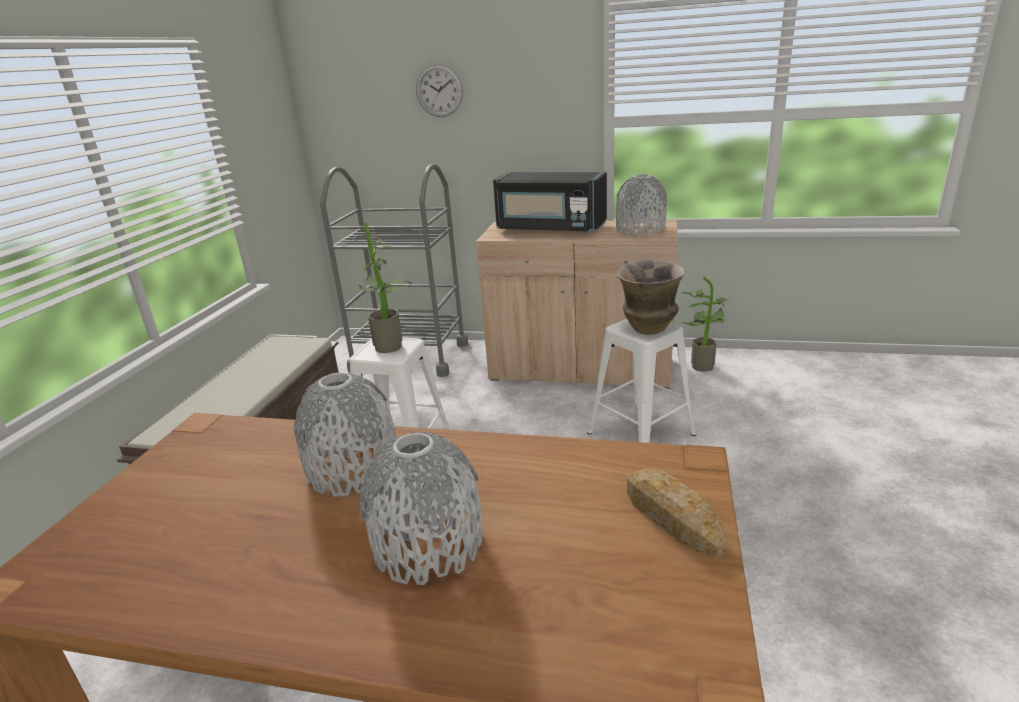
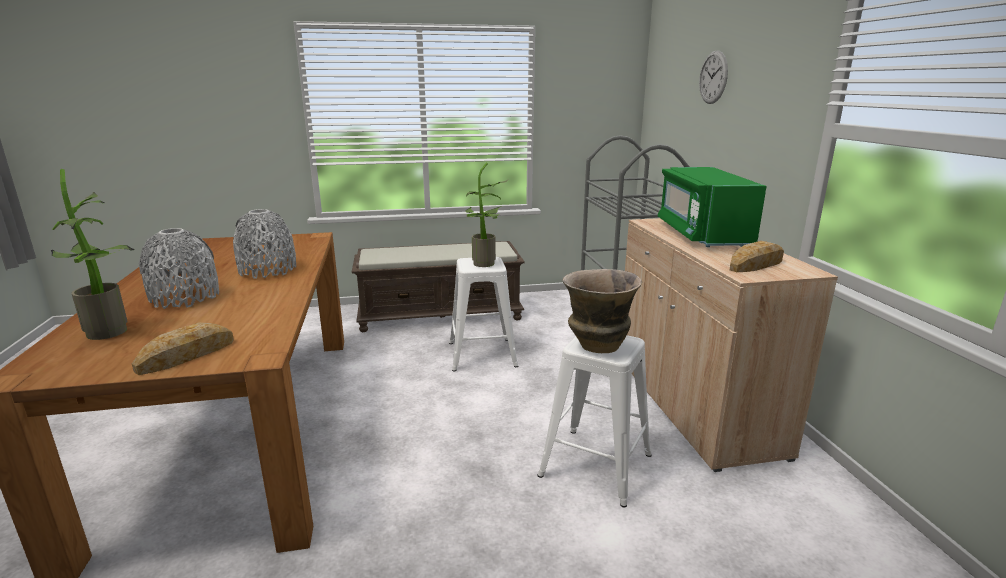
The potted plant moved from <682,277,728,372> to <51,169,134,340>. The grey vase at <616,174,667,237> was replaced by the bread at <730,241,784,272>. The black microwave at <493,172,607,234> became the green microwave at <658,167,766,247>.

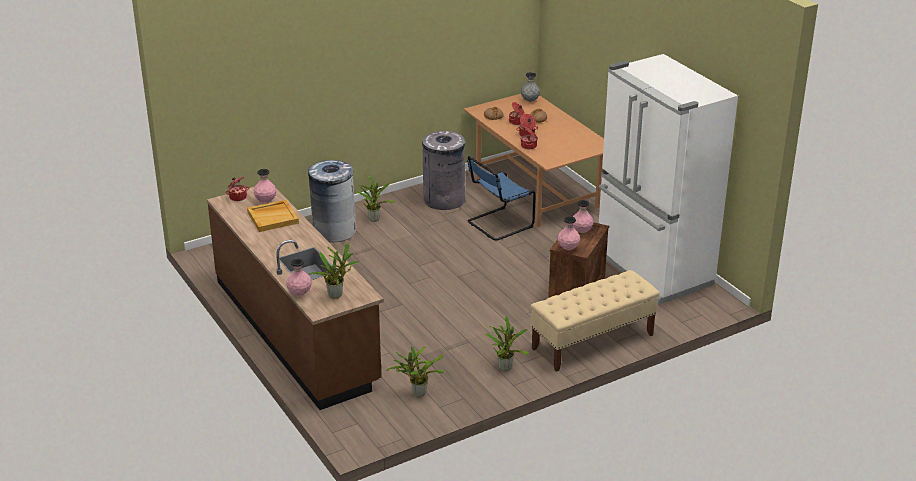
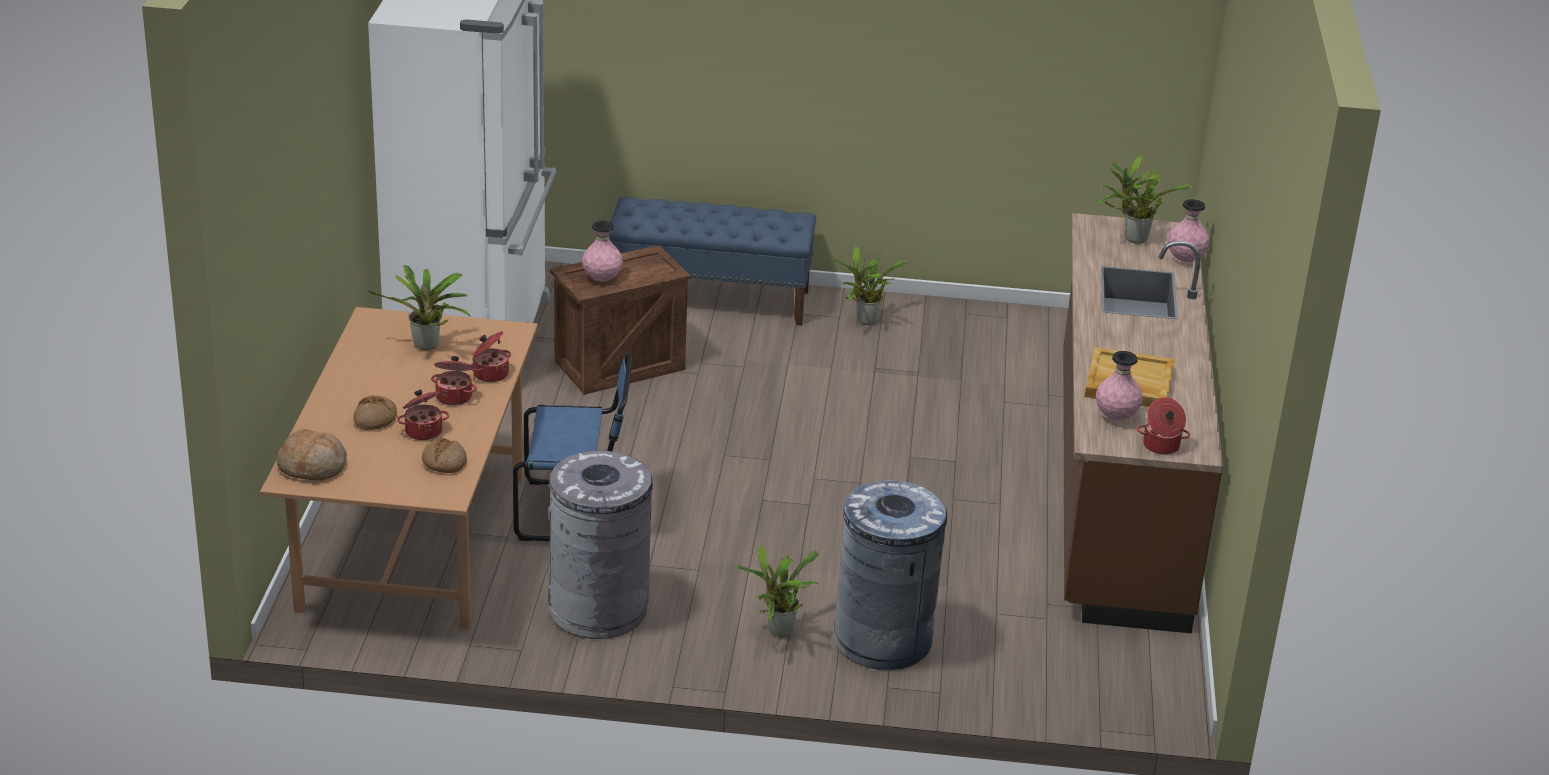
The pink vase at <558,216,580,250> disappeared. The potted plant moved from <386,346,445,397> to <368,265,471,350>. The grey vase at <521,72,540,102> was replaced by the bread at <277,429,347,481>. The beige bench at <531,270,660,372> became the blue bench at <609,197,816,326>.

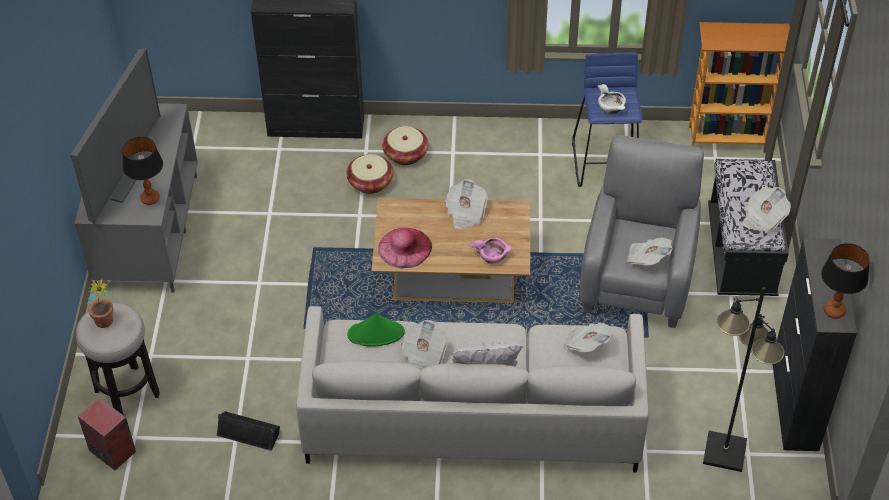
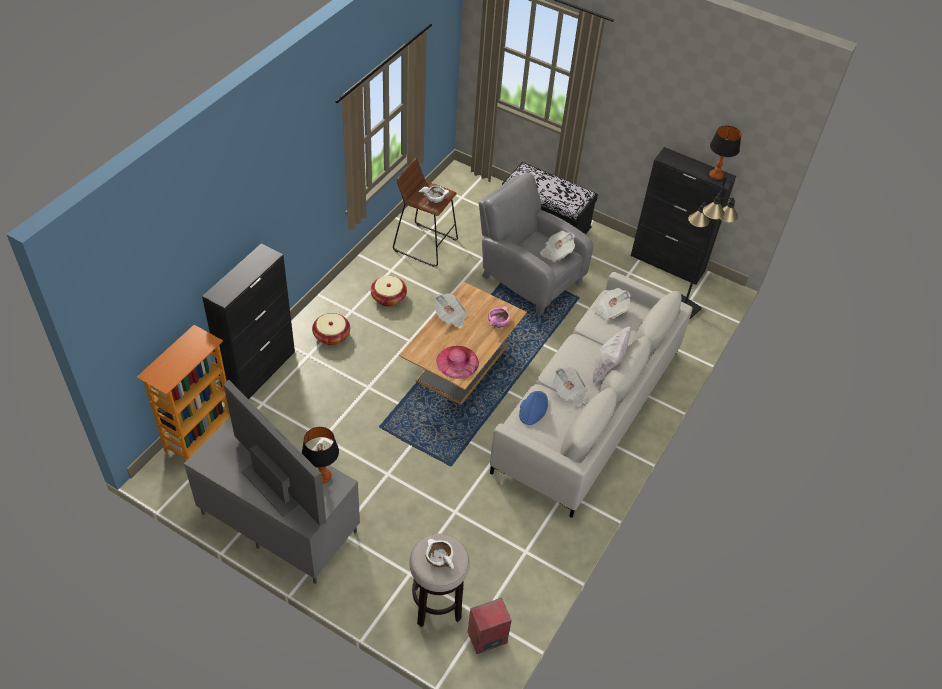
The black speaker at <217,411,280,451> disappeared. The newspaper at <743,186,791,233> disappeared. The basket moved from <346,154,393,194> to <371,276,407,307>. The bookcase moved from <689,22,790,153> to <137,325,230,461>. The potted plant at <87,279,113,328> was replaced by the white bowl at <425,539,454,569>. The green hat at <347,313,405,347> became the blue hat at <519,391,548,425>. The blue stool at <572,52,643,187> became the brown stool at <393,158,458,267>.

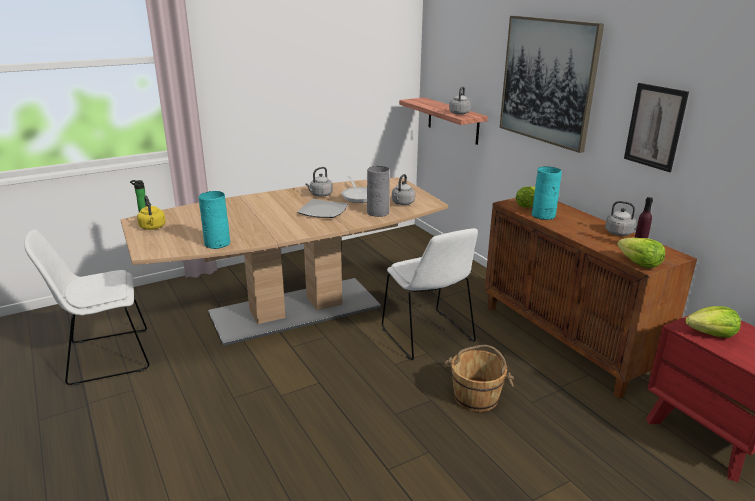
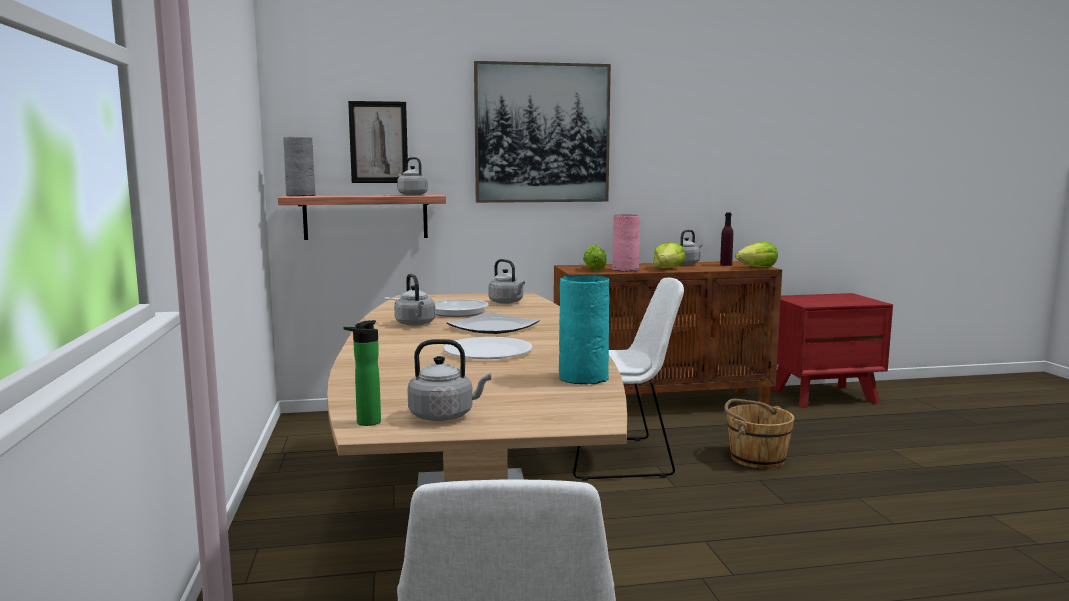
The white plate at <444,337,533,359> appeared. The grey vase moved from <367,166,389,217> to <283,137,316,196>. The picture moved from <624,83,689,172> to <348,101,408,183>. The lettuce moved from <685,306,741,338> to <653,242,685,268>. The yellow kettle at <137,196,166,230> became the grey kettle at <407,339,491,421>. The turquoise vase at <532,167,562,220> became the pink vase at <612,214,640,272>.

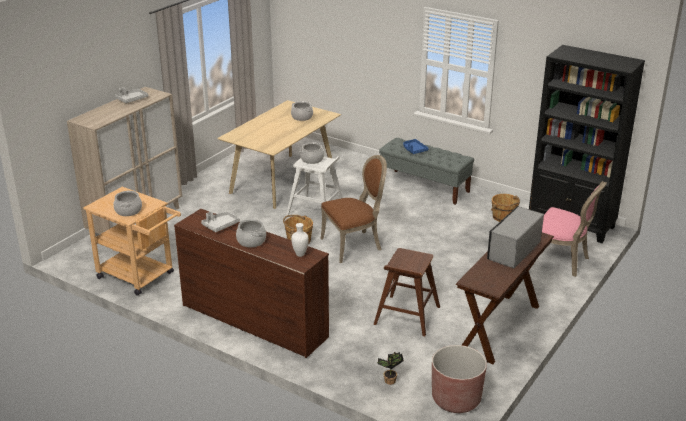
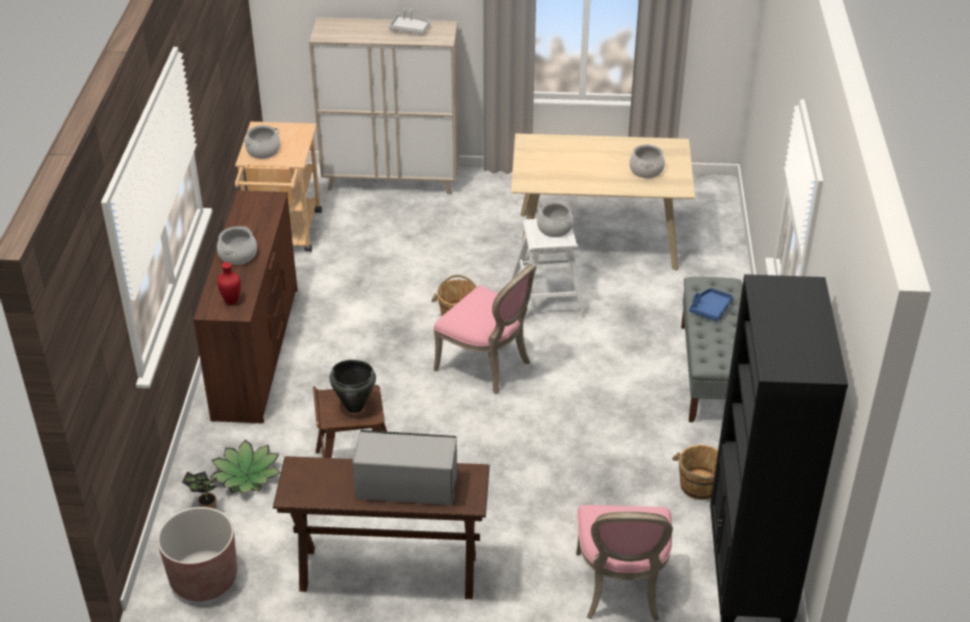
The grey tray at <201,211,240,232> disappeared. The potted plant at <210,440,281,494> appeared. The black cooking pot at <330,360,376,413> appeared. The white vase at <291,223,309,257> became the red vase at <217,262,241,305>. The brown chair at <320,155,387,263> became the pink chair at <433,264,537,394>.

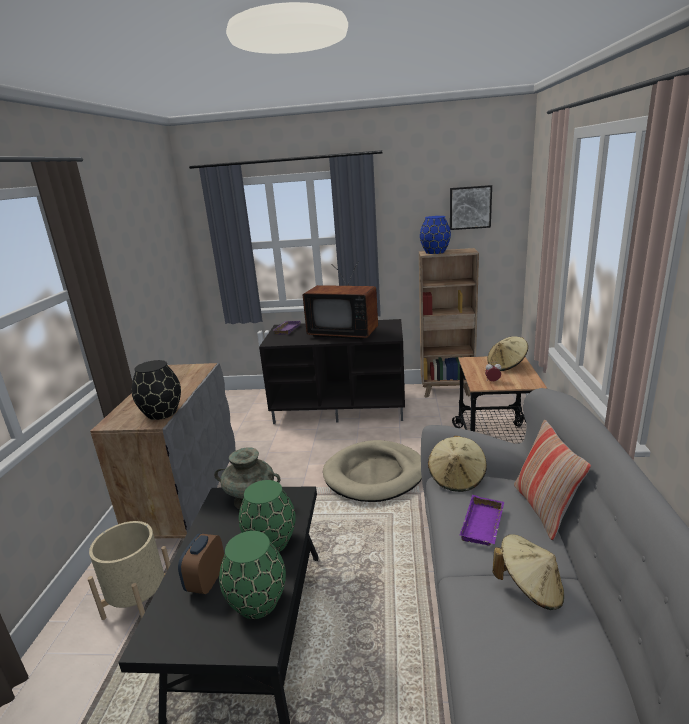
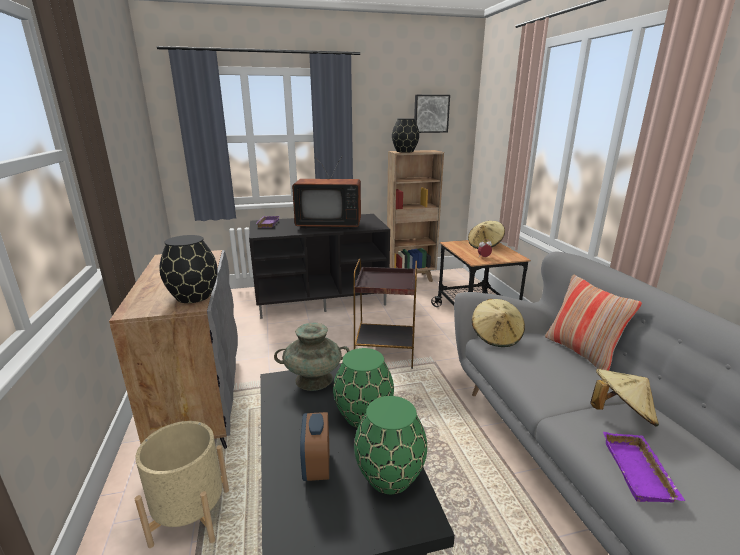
The purple tray moved from <459,495,504,546> to <603,432,685,502>. The beige dog bed at <323,440,422,502> was replaced by the brown side table at <353,258,417,369>. The blue vase at <420,216,451,254> became the black vase at <392,118,419,152>.

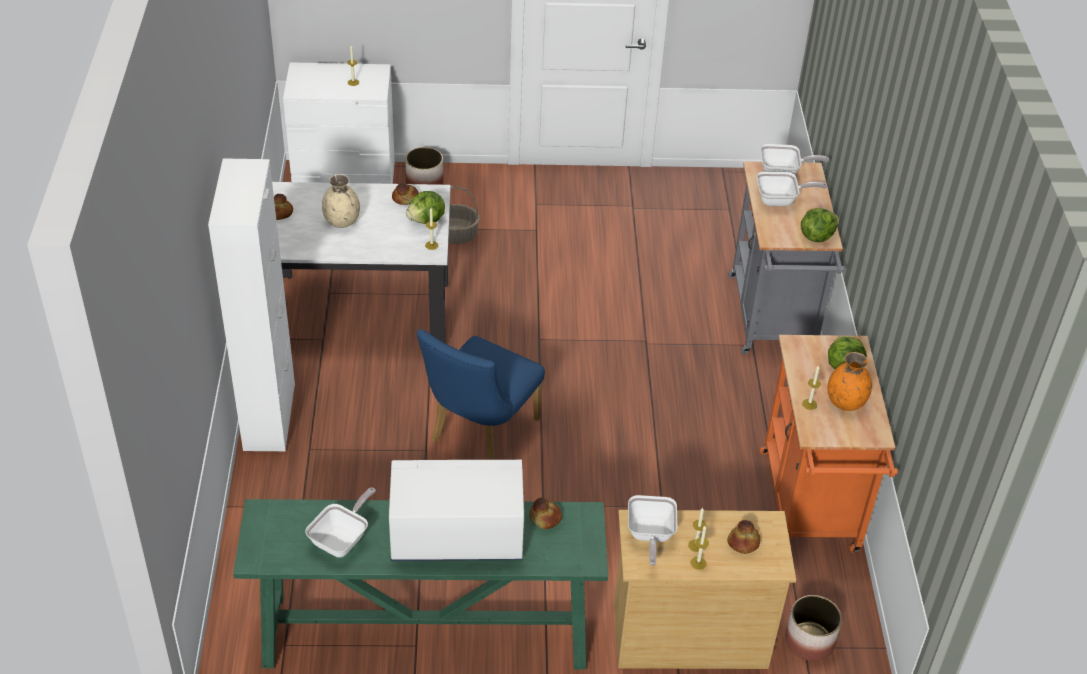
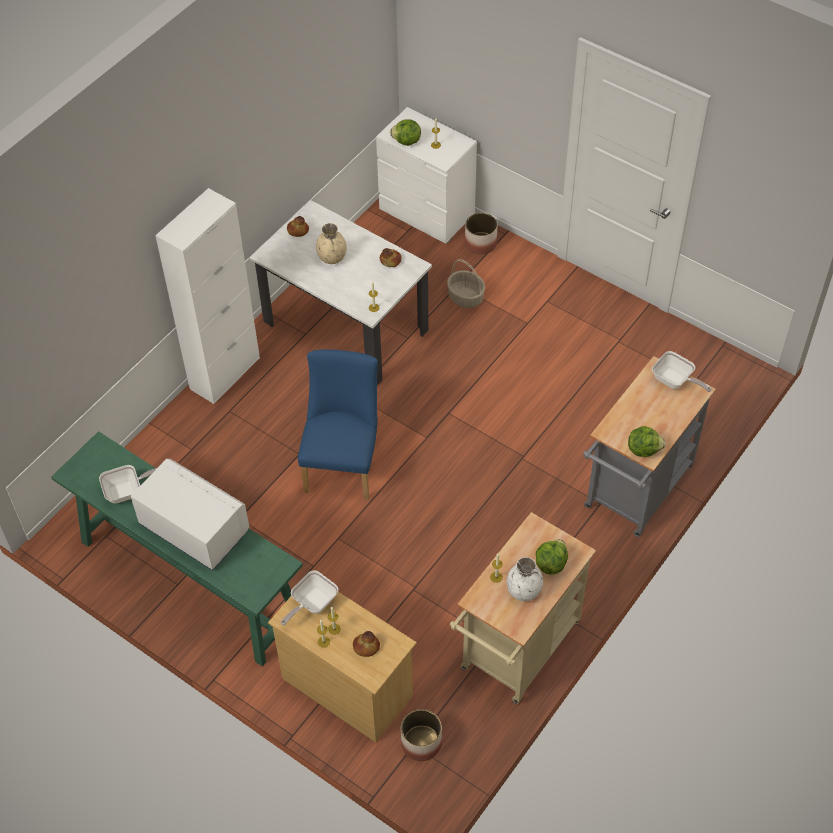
The bread at <530,498,562,529> disappeared. The frying pan at <757,172,827,206> disappeared. The lettuce moved from <406,191,445,224> to <390,120,421,146>. The orange cart at <759,335,898,553> became the beige cart at <450,512,596,704>. The orange vase at <827,352,872,411> became the white vase at <506,557,543,601>. The blue chair at <417,329,545,460> turned 120 degrees clockwise.

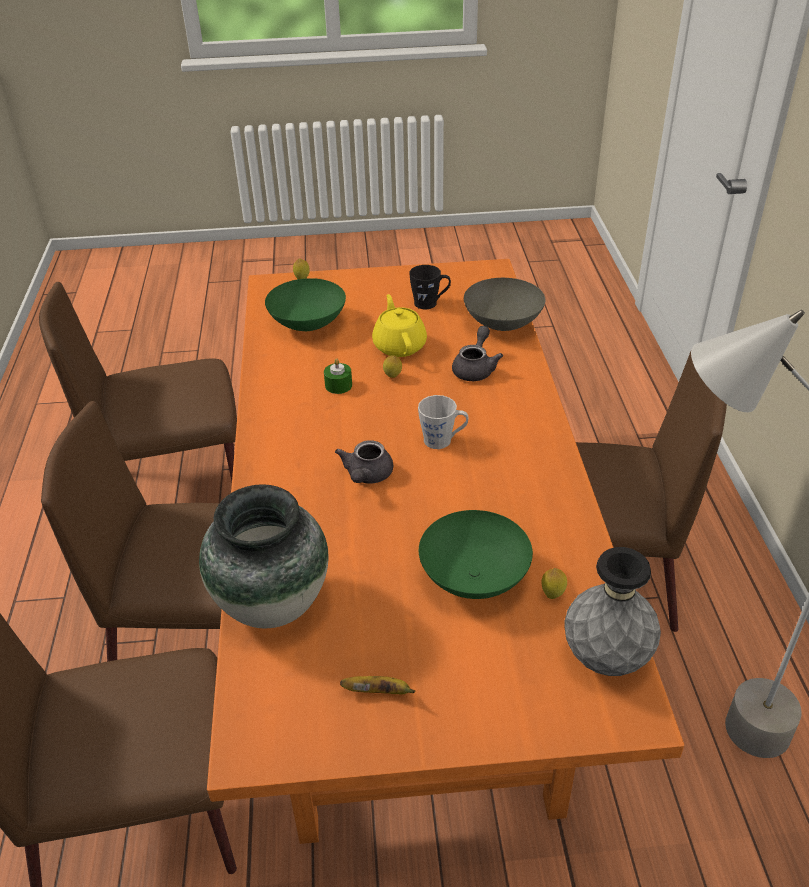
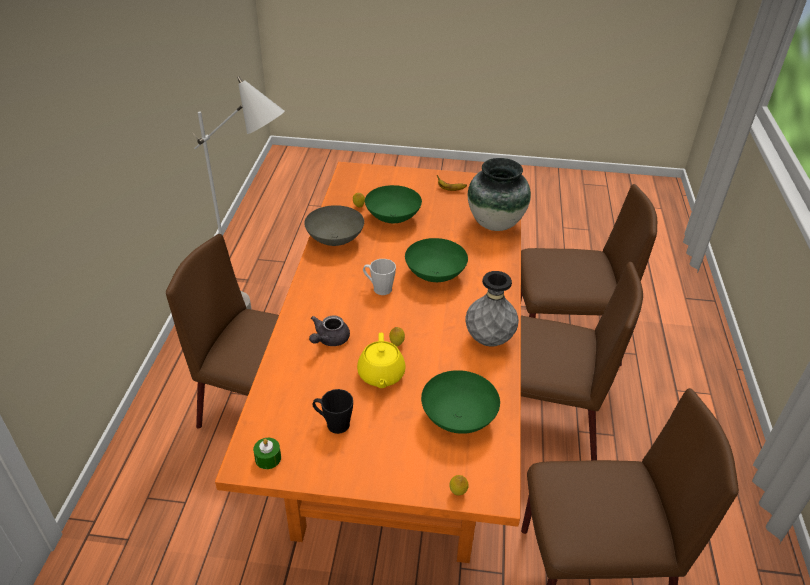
The green candle moved from <324,358,352,394> to <253,438,281,469>. The grey bowl moved from <464,278,545,331> to <304,205,364,246>. The grey vase moved from <565,547,661,676> to <465,271,519,347>. The grey teapot at <335,440,393,484> was replaced by the green bowl at <405,238,468,282>.

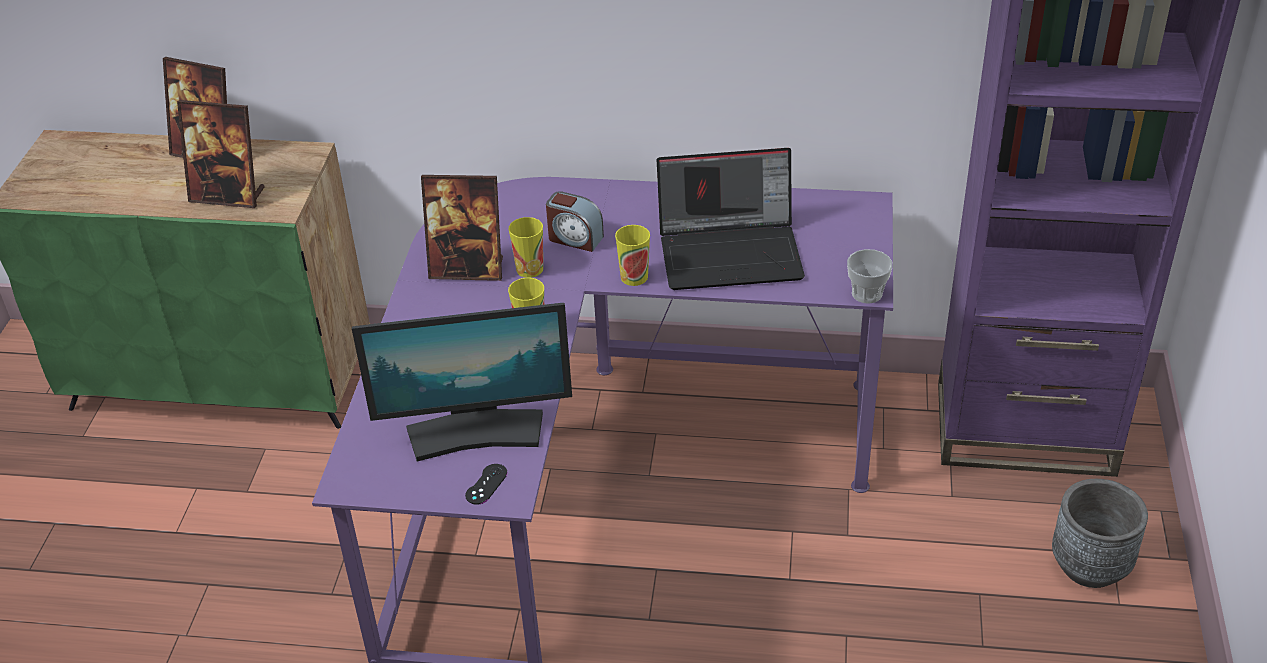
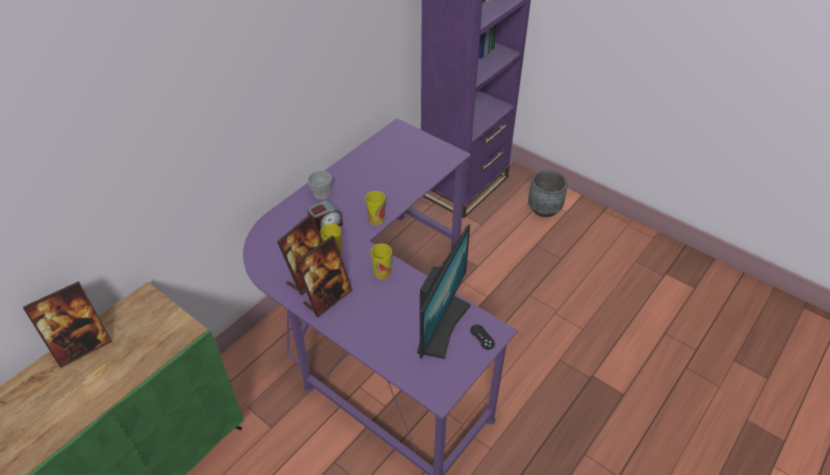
The laptop at <657,148,805,290> disappeared. The picture frame moved from <177,100,265,208> to <295,235,353,317>. The cup moved from <847,249,893,303> to <308,171,332,200>.

